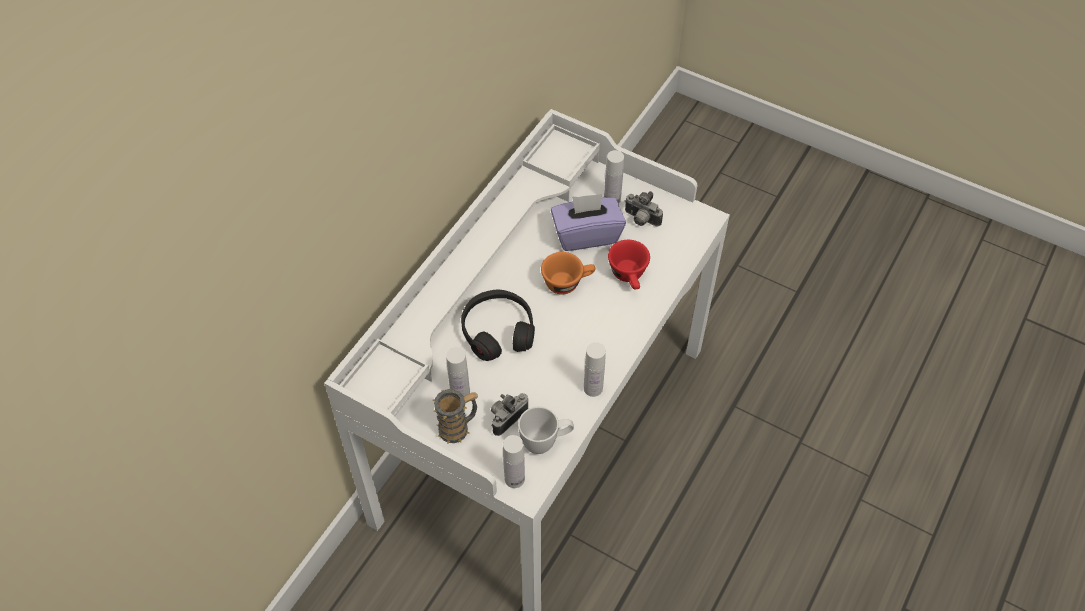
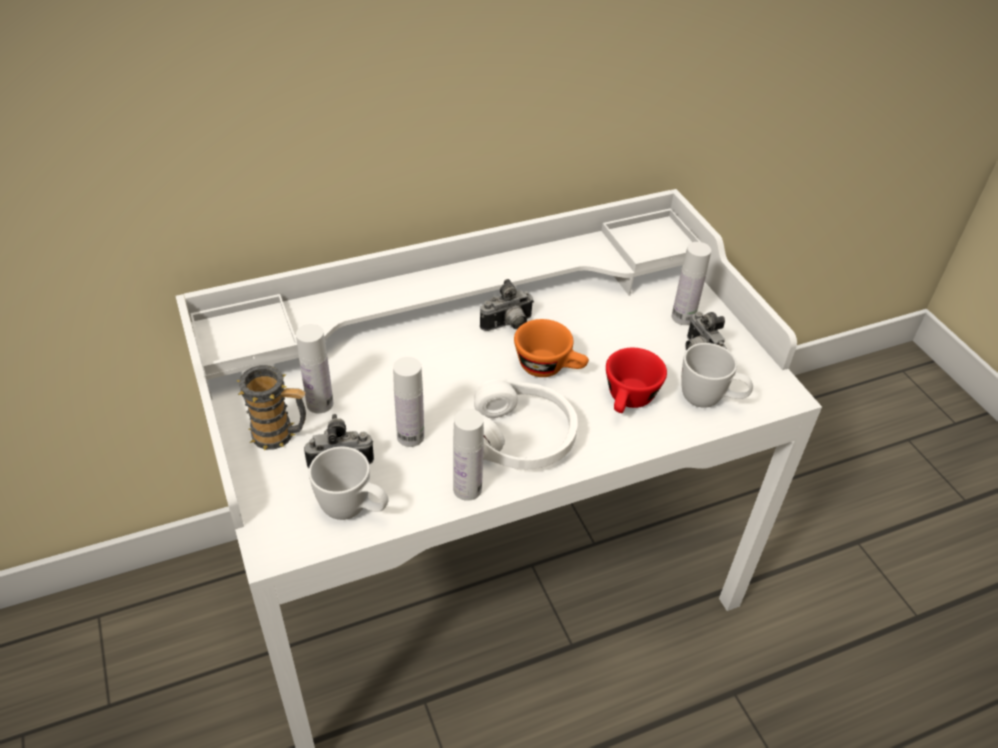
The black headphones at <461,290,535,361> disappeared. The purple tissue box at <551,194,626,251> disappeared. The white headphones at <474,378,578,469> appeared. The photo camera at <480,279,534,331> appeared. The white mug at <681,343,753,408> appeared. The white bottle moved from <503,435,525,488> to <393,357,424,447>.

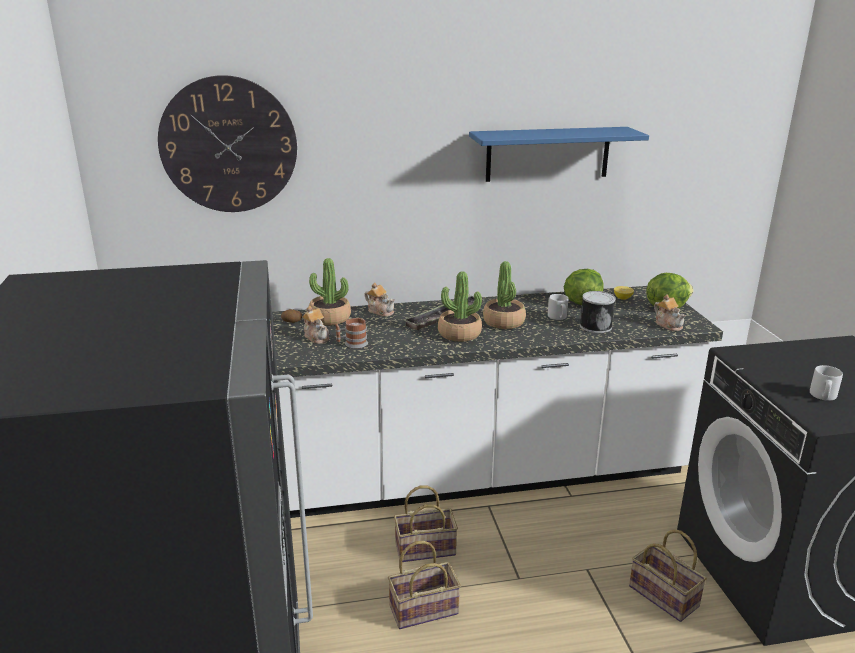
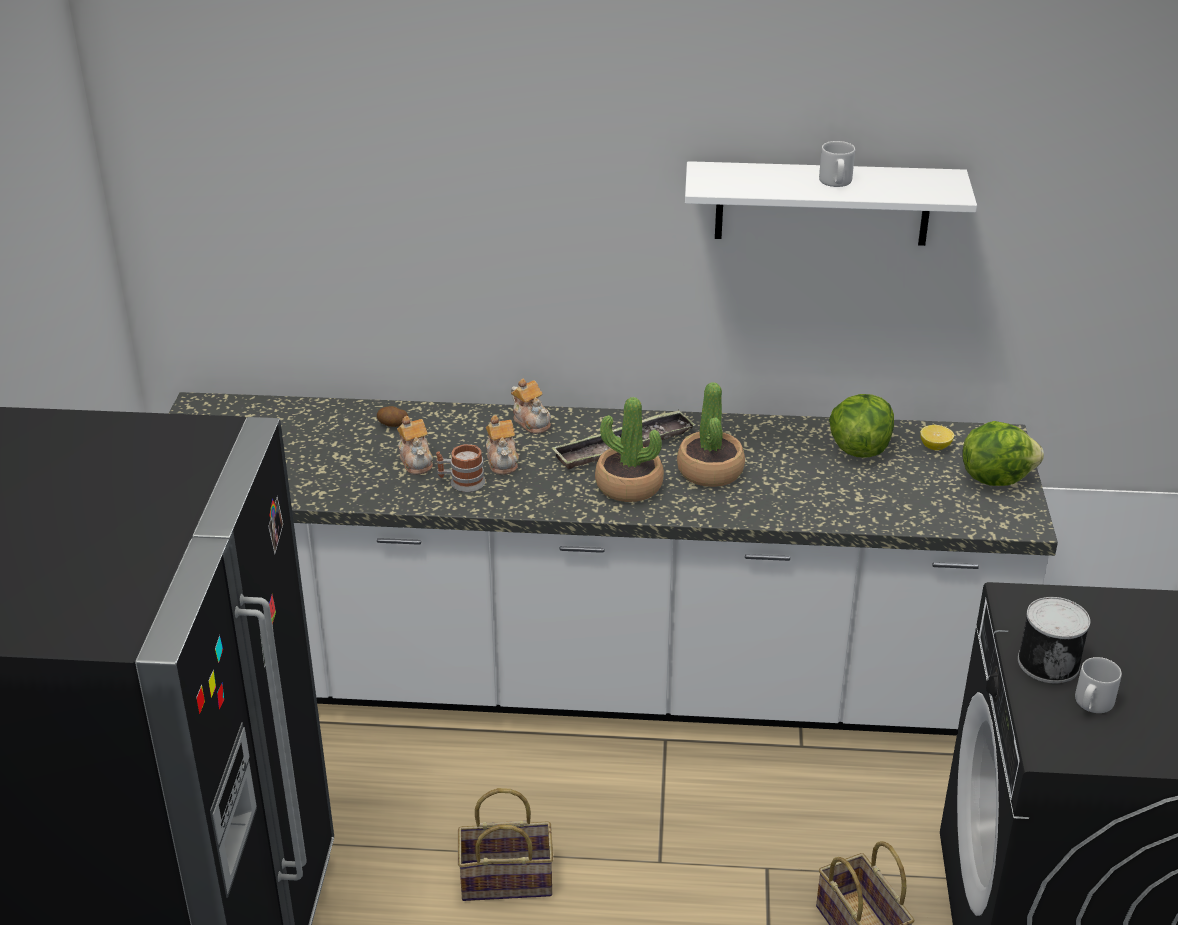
The wall clock at <158,75,297,212> disappeared. The potted plant at <309,258,351,325> disappeared. The basket at <394,486,458,562> disappeared. The grey mug moved from <548,294,568,320> to <819,141,855,187>. The can moved from <580,291,616,333> to <1018,597,1090,684>. The teapot moved from <654,294,686,331> to <486,415,519,475>. The blue shelf at <469,127,649,182> became the white shelf at <685,161,977,246>.

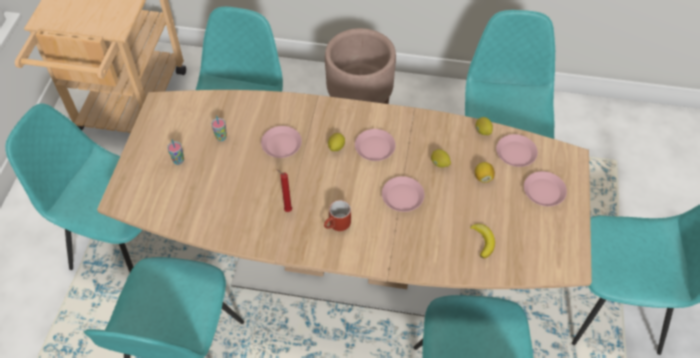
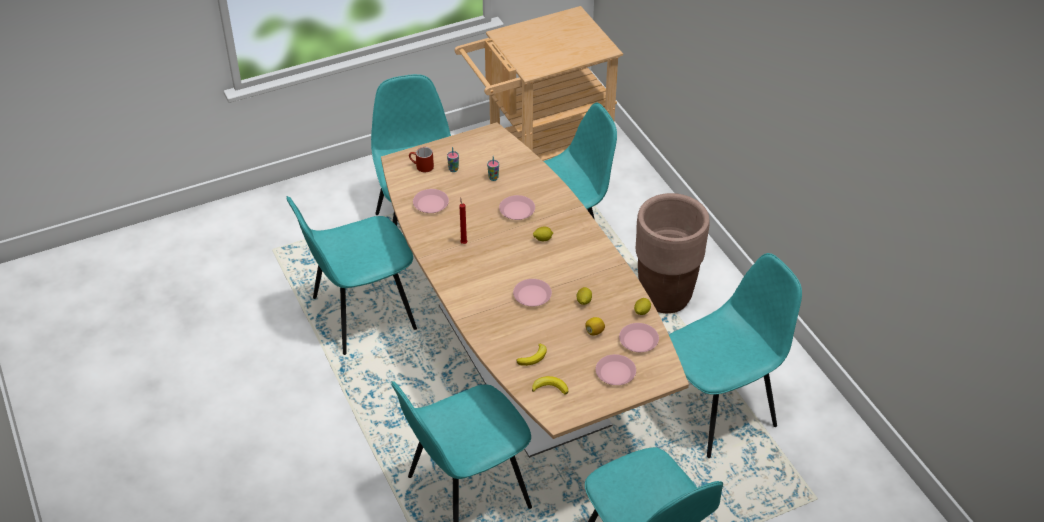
The banana at <532,376,568,395> appeared. The red mug moved from <324,200,351,231> to <409,147,434,173>. The pink plate moved from <355,129,396,161> to <413,189,449,213>.

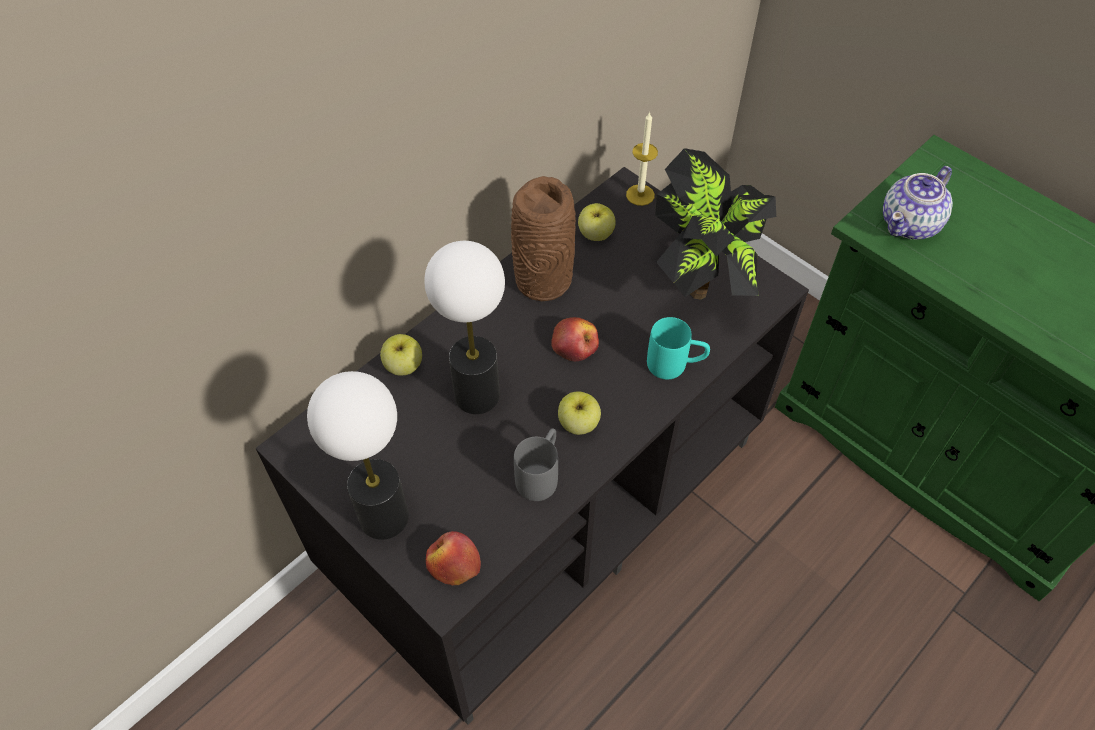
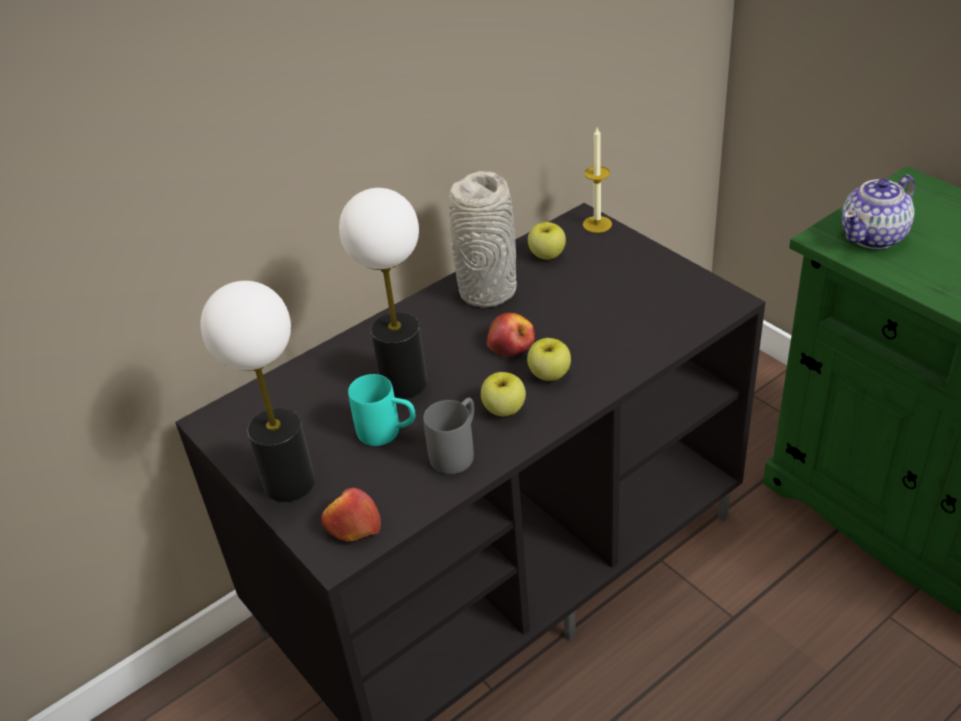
The potted plant at <655,148,776,300> disappeared. The apple moved from <380,334,422,376> to <527,338,571,381>. The turquoise mug moved from <647,317,710,379> to <348,374,415,446>. The brown vase at <511,176,576,301> became the grey vase at <449,171,517,308>.

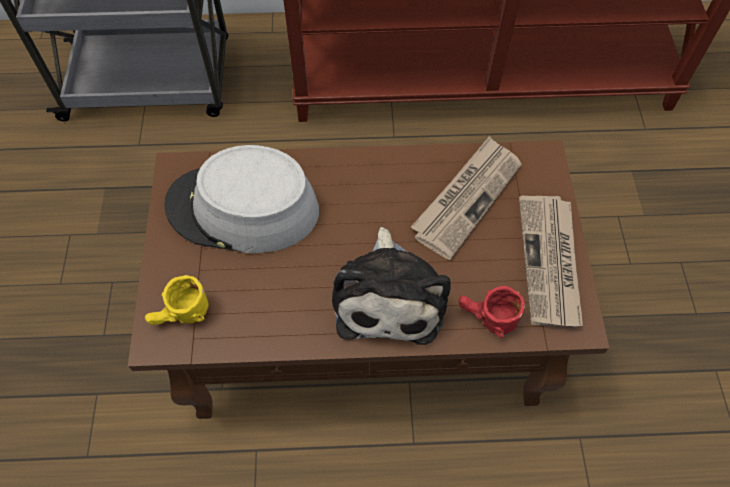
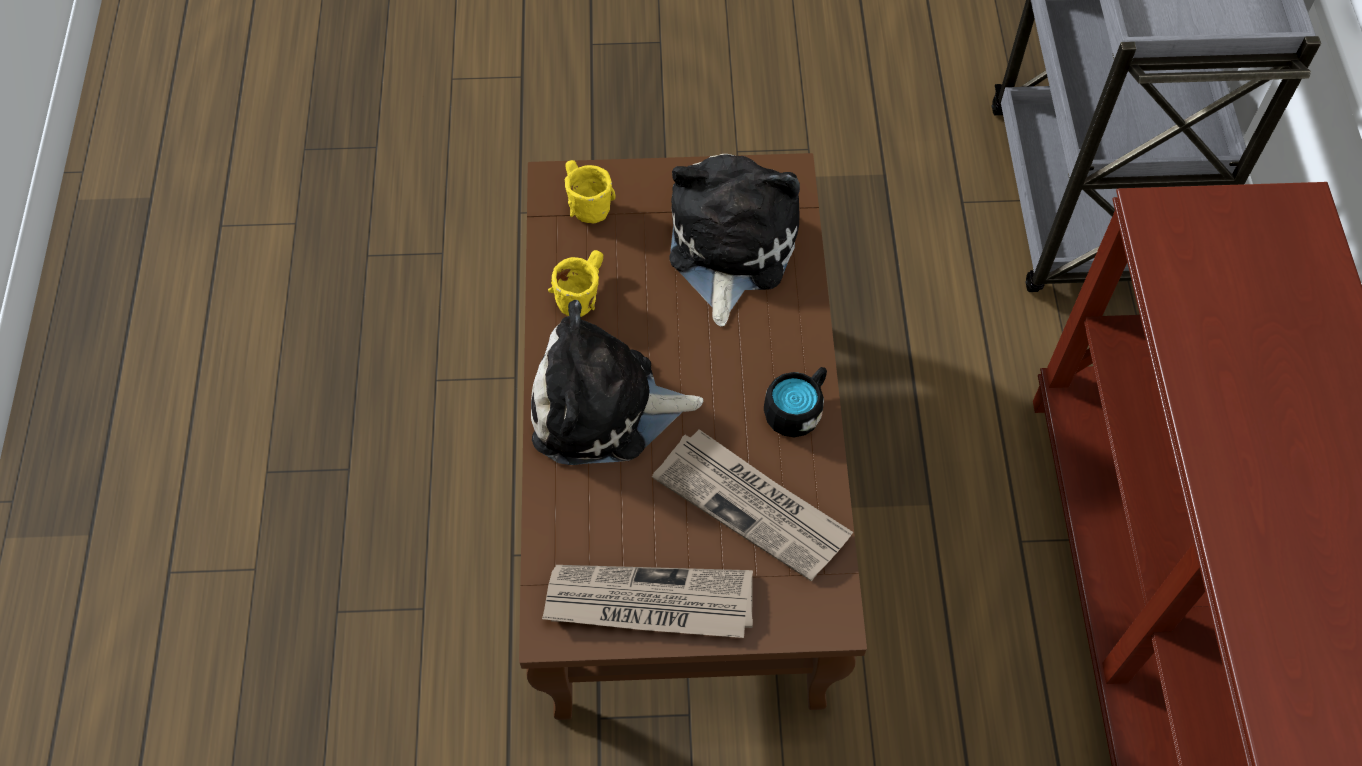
The red mug at <459,286,525,338> disappeared. The yellow mug at <548,250,603,317> appeared. The black mug at <764,367,827,437> appeared. The grey hat at <164,145,319,253> was replaced by the plush toy at <669,154,800,326>.

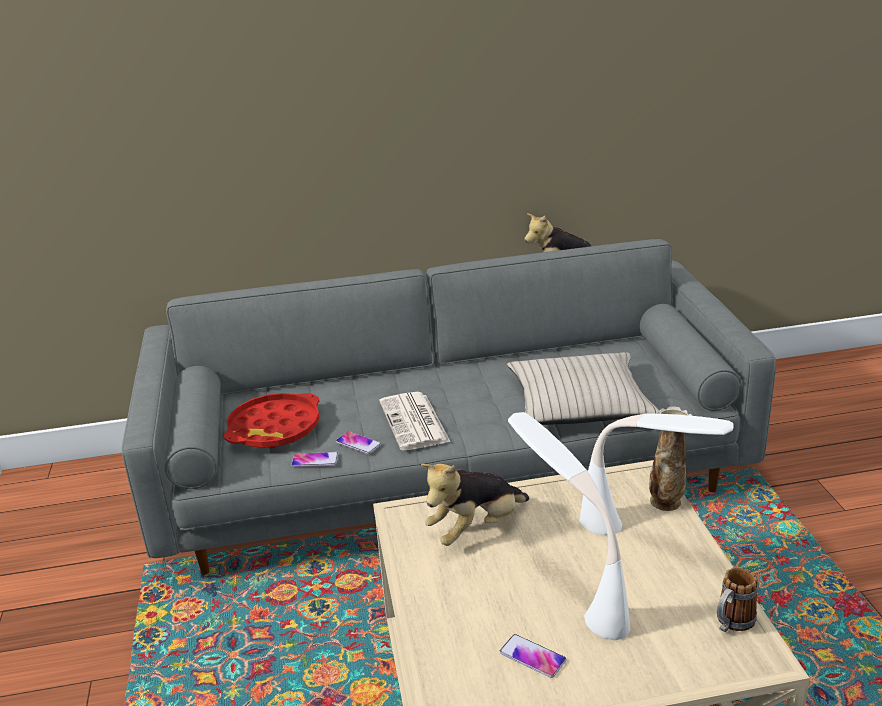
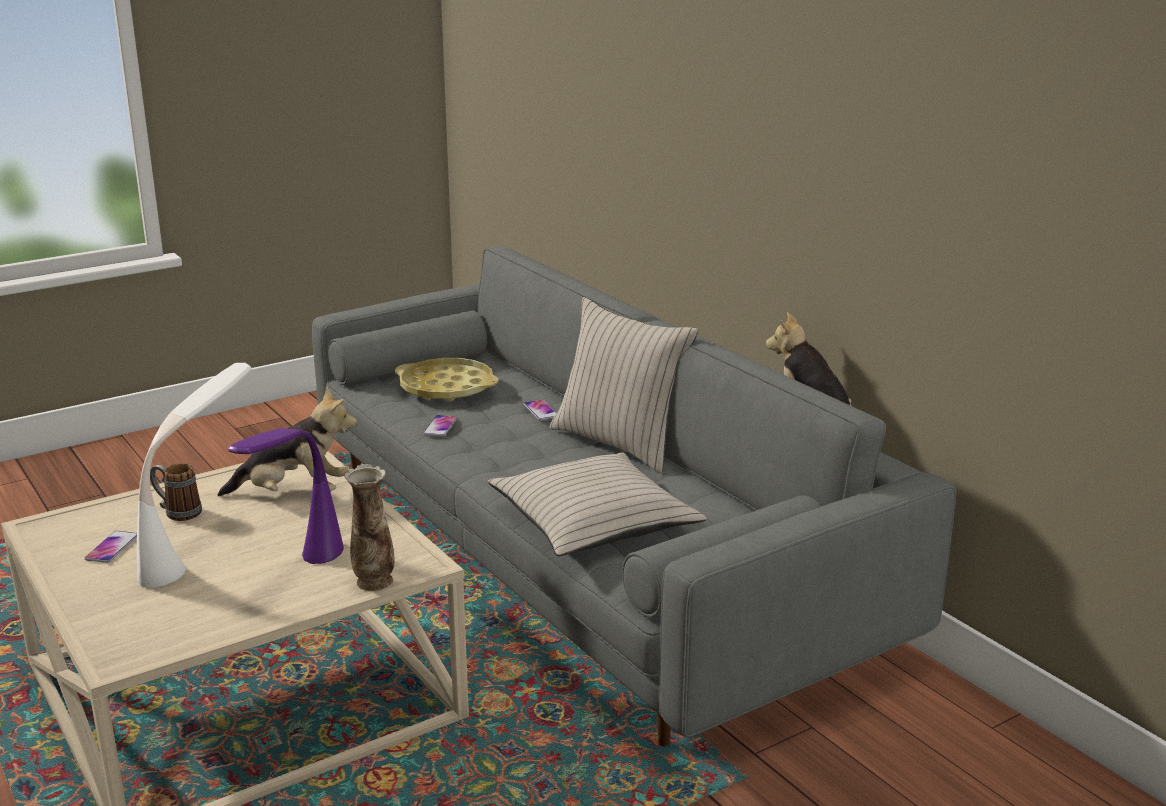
The newspaper at <380,392,450,451> disappeared. The beige pillow at <550,297,698,473> appeared. The phone moved from <291,452,339,467> to <524,400,557,421>. The mug moved from <717,567,758,632> to <150,463,202,521>. The red tray at <224,393,319,449> became the yellow tray at <395,358,499,402>. The white table lamp at <580,413,734,535> became the purple table lamp at <228,428,344,564>. The plush toy at <421,464,529,546> turned 150 degrees clockwise.

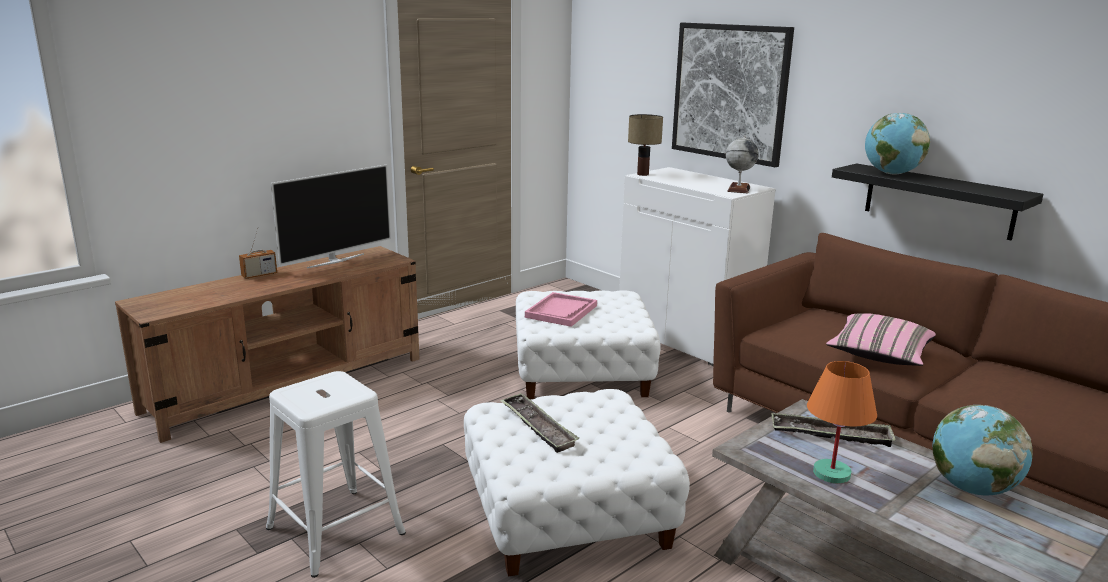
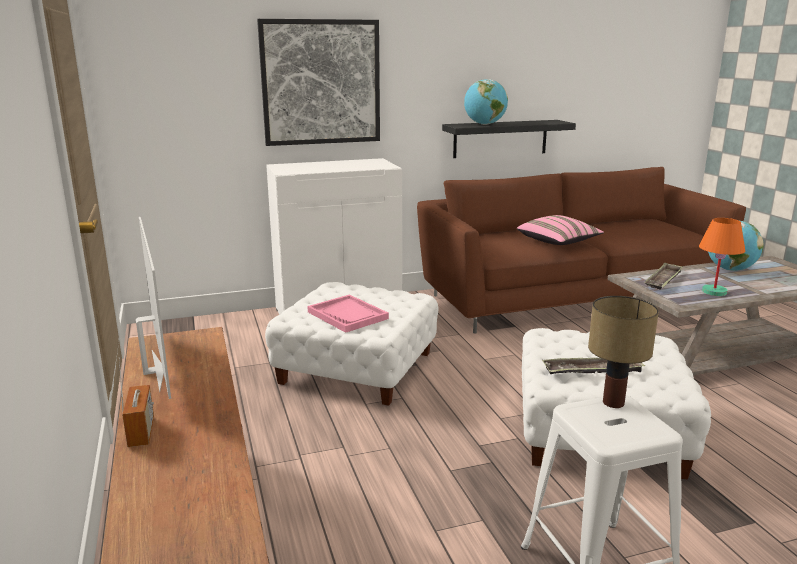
The globe at <726,135,759,193> disappeared. The table lamp moved from <628,114,663,176> to <588,296,659,408>.

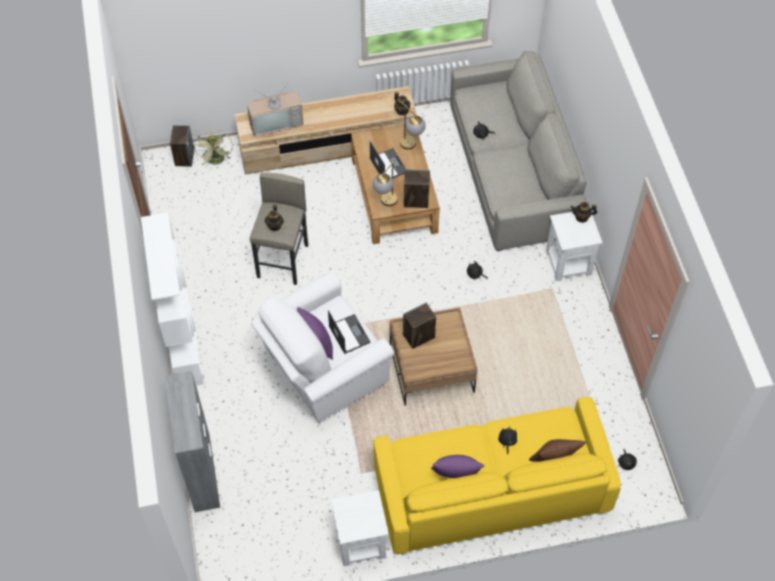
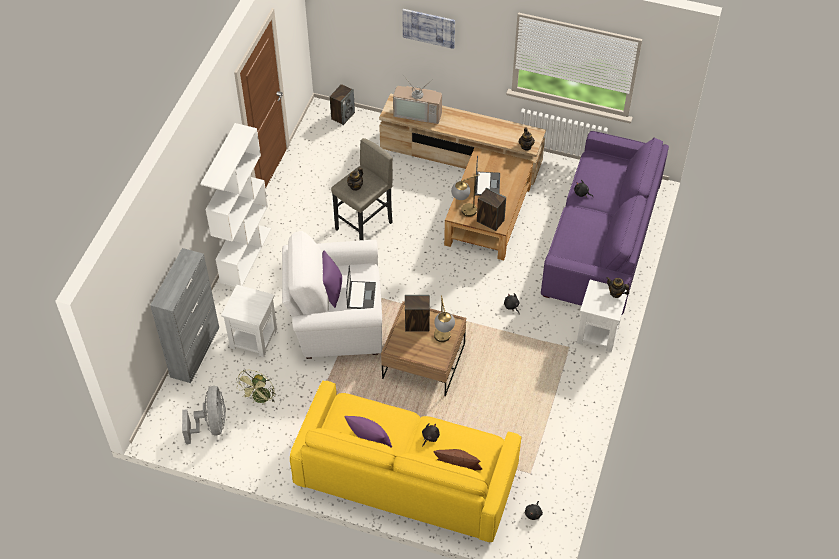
The grey fan at <182,386,226,444> appeared. The picture at <402,9,455,49> appeared. The green fan moved from <194,131,233,165> to <236,370,277,403>. The white side table moved from <331,490,389,566> to <221,285,277,357>. The table lamp moved from <400,103,426,150> to <434,295,455,342>. The grey sofa at <450,51,587,251> became the purple sofa at <541,131,669,316>.

